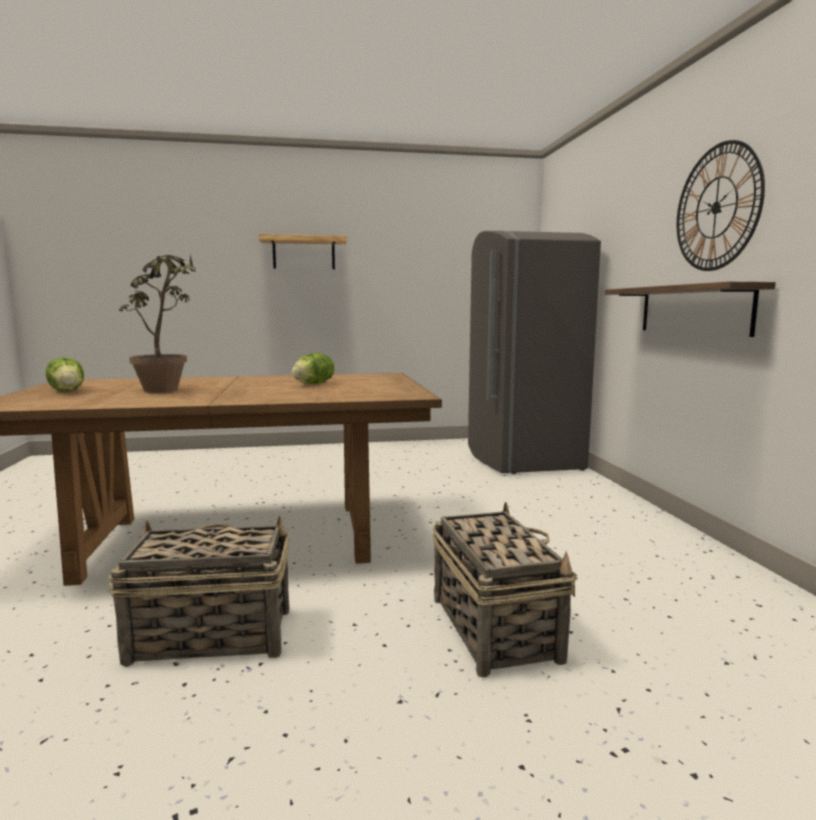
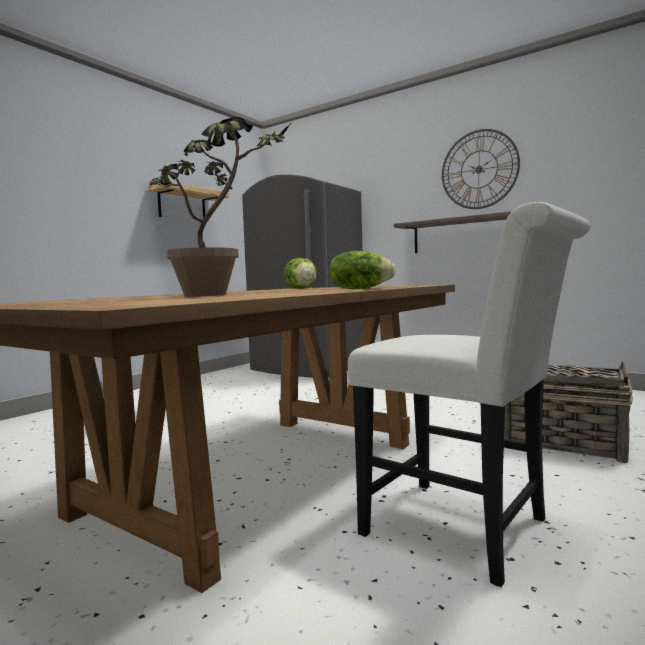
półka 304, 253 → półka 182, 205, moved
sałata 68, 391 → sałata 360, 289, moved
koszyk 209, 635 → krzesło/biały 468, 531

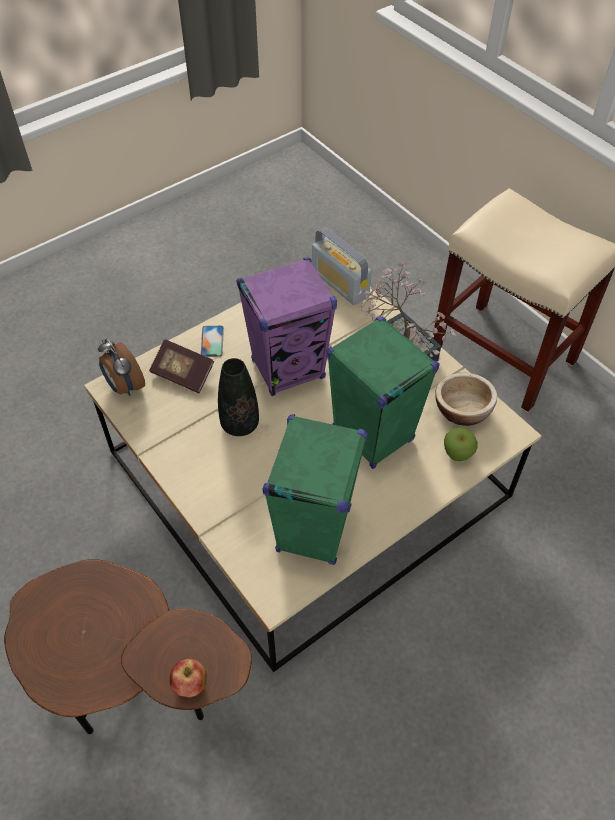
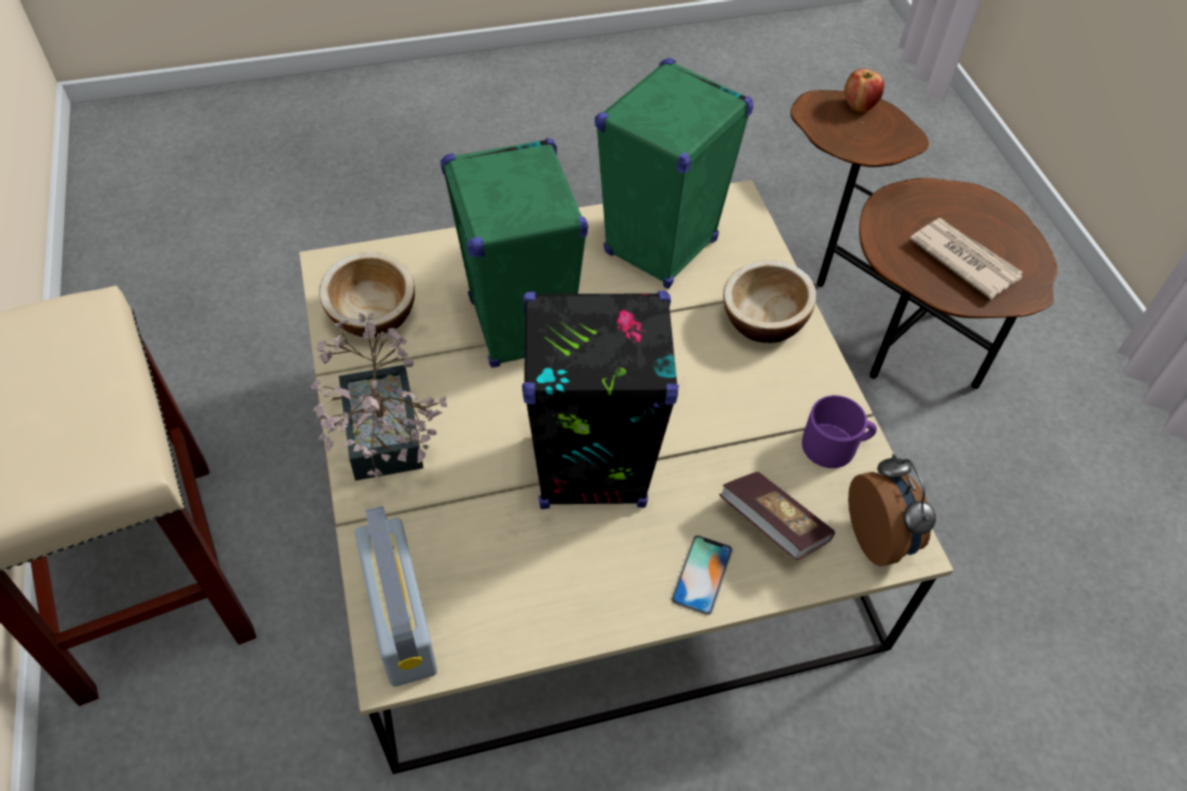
głośnik/fioletowy 288, 369 → głośnik/czarny 590, 469
wazon/czarny 240, 424 → -
jabłko 457, 454 → -
- → gazeta 964, 259
- → miska 764, 320
- → kubek/fioletowy 835, 445

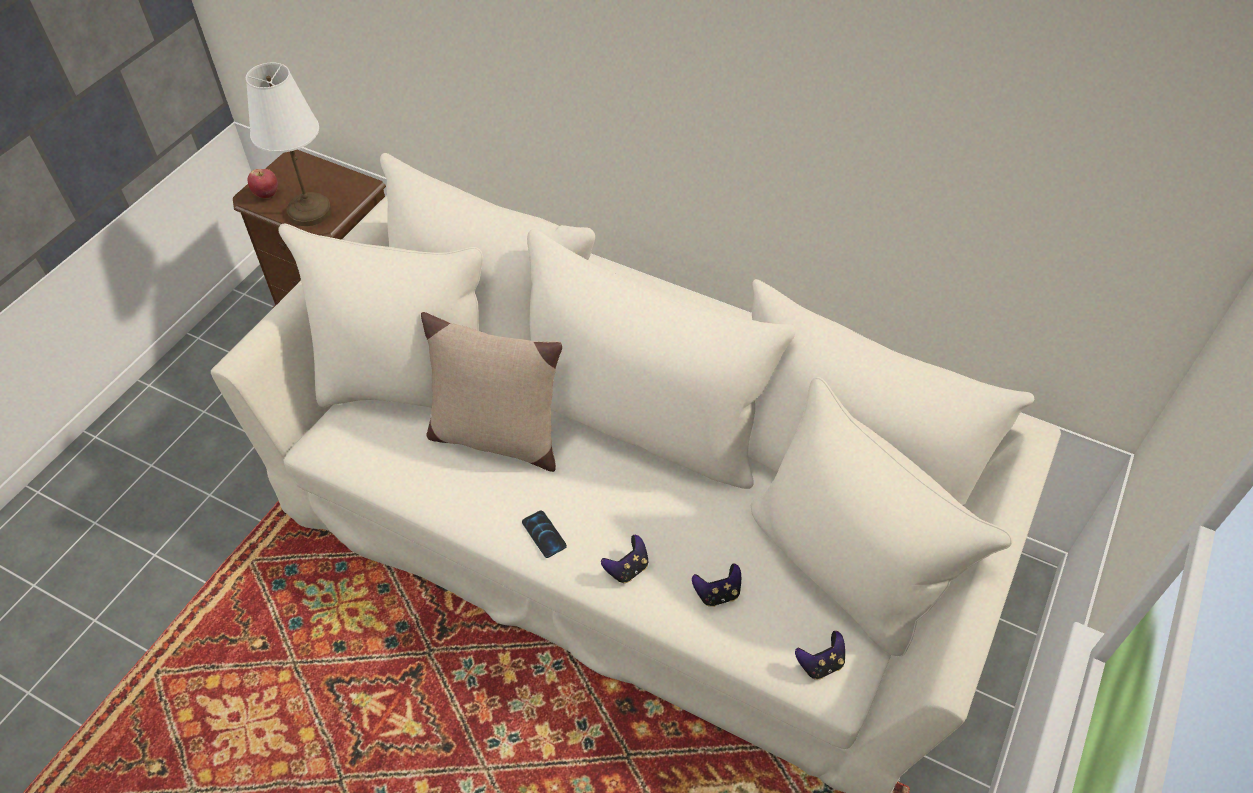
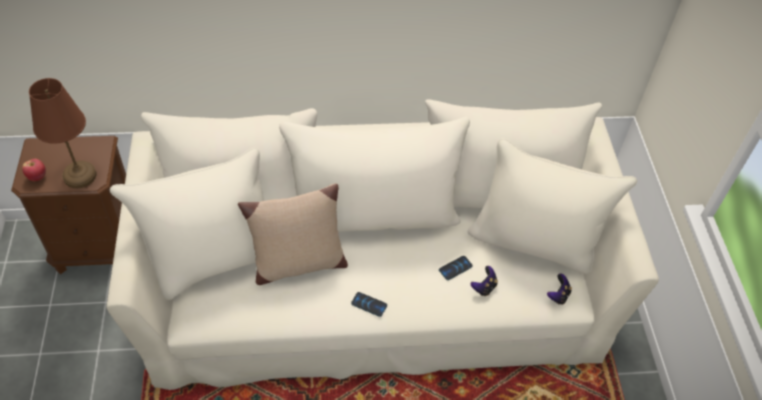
lampa stołowa/biały 310, 212 → lampa stołowa/brązowy 80, 176
pad do gier 627, 568 → -
- → telefon 455, 268

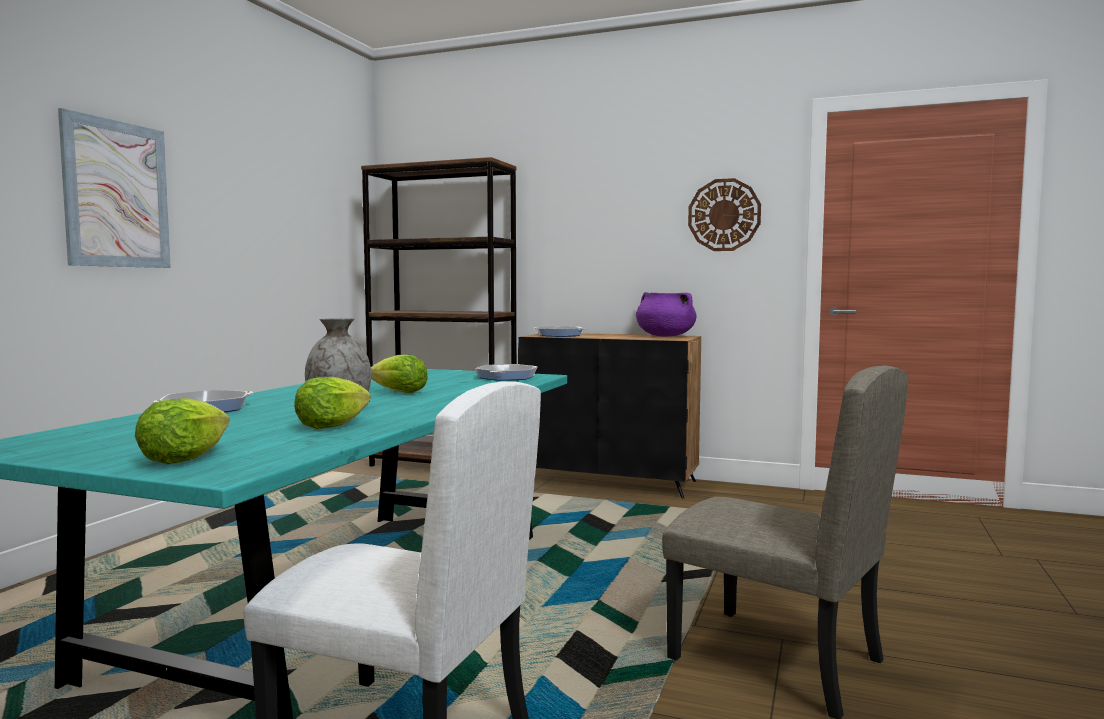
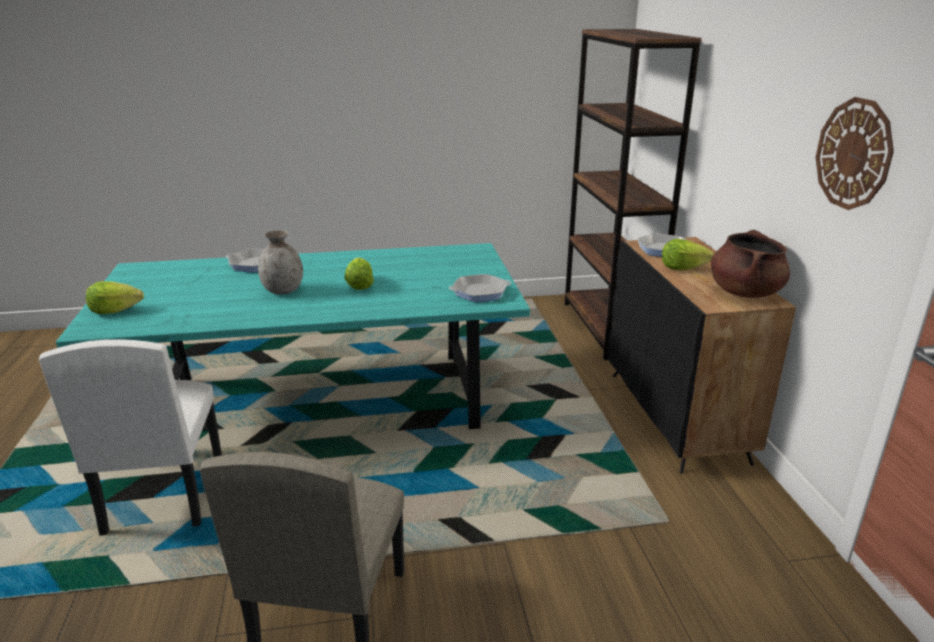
obraz 117, 194 → -
garnek/fioletowy 665, 336 → garnek/brązowy 744, 292
sałata 331, 426 → sałata 682, 268, moved

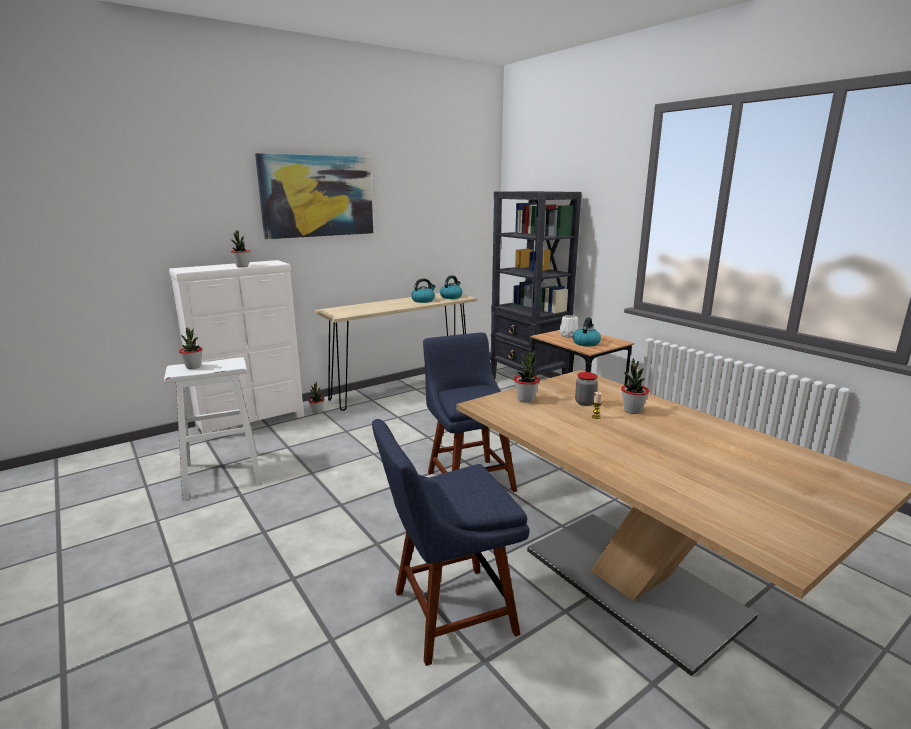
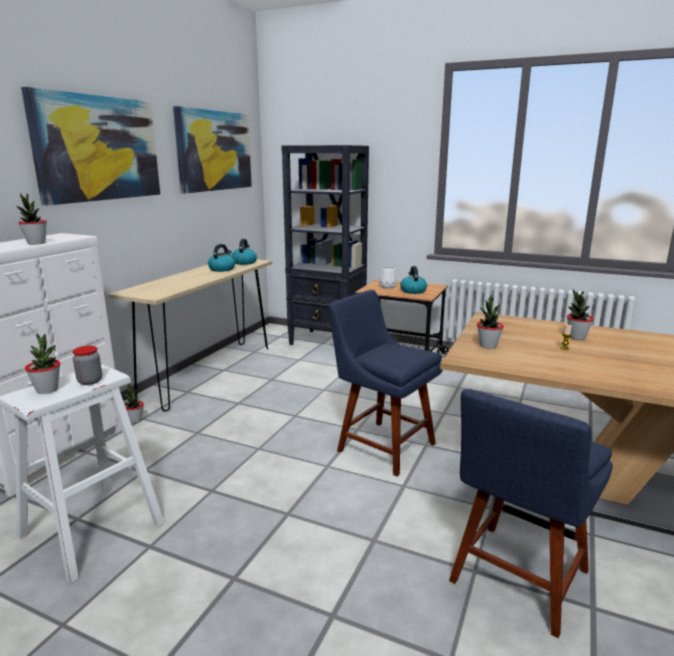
słoik 585, 403 → słoik 90, 381, moved
- → obraz 214, 151

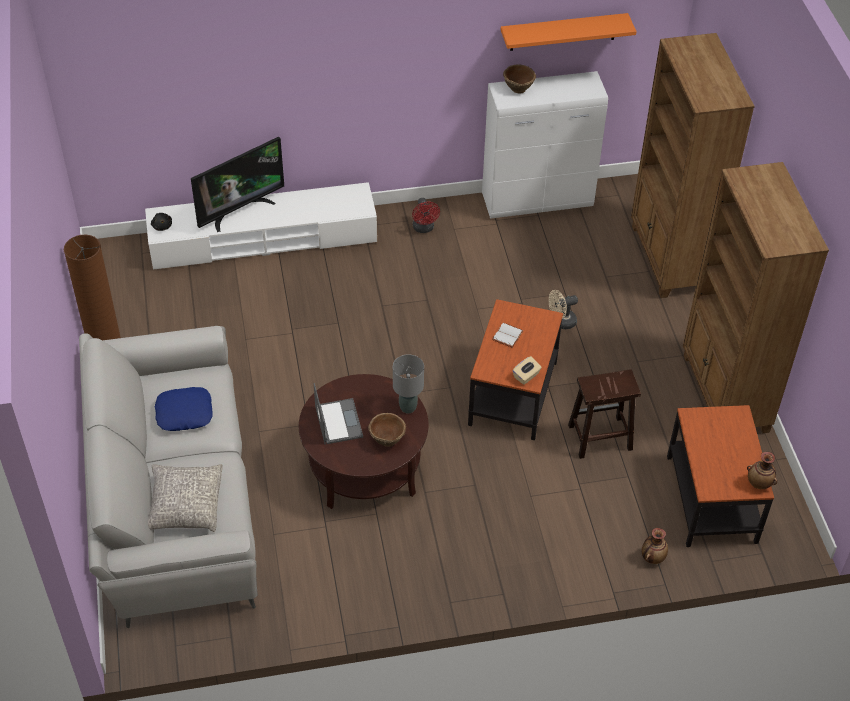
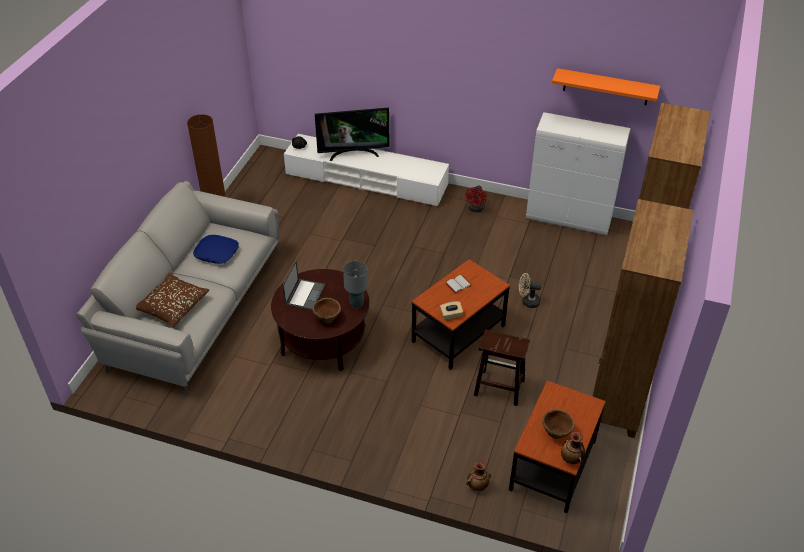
miska/brązowy 518, 88 → miska/brązowy 556, 432, moved
poduszka/szary 184, 504 → poduszka/brązowy 172, 305

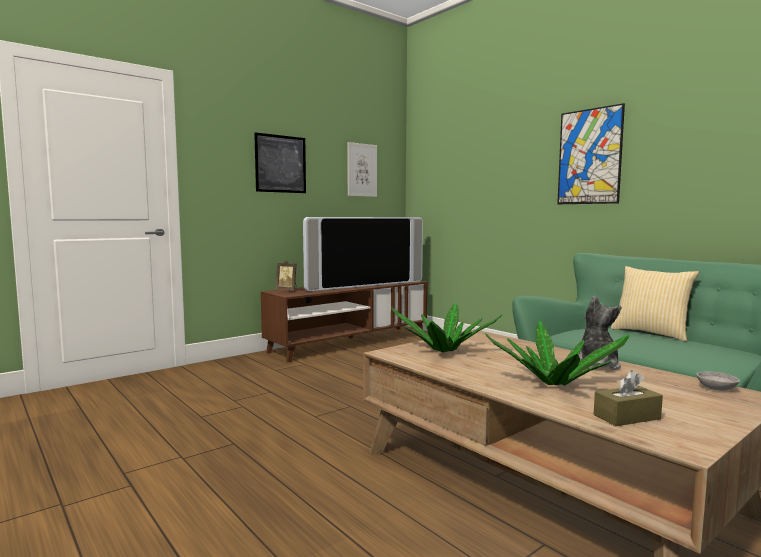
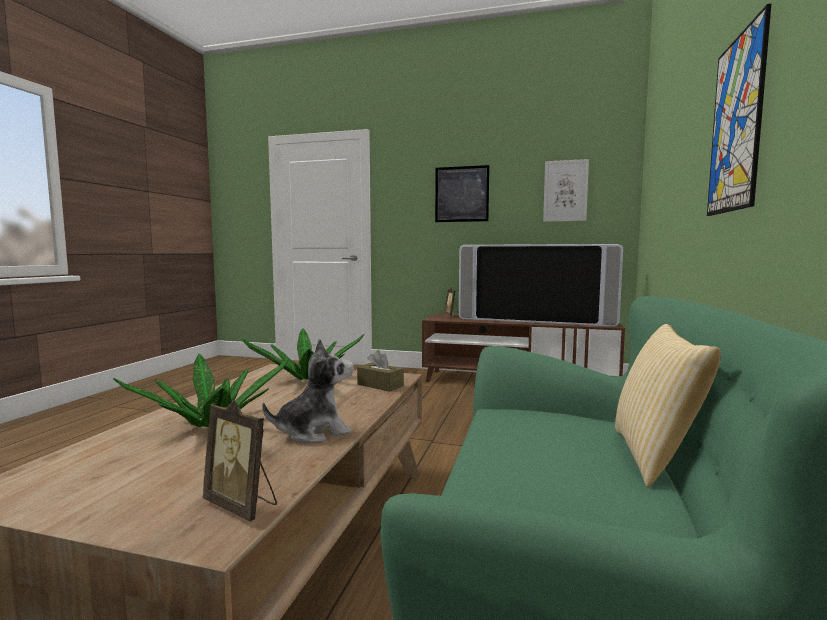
pudełko chusteczek/brązowy 626, 417 → pudełko chusteczek/brązowy 380, 385, moved
miska/szary 716, 389 → ramka na zdjęcie 242, 505

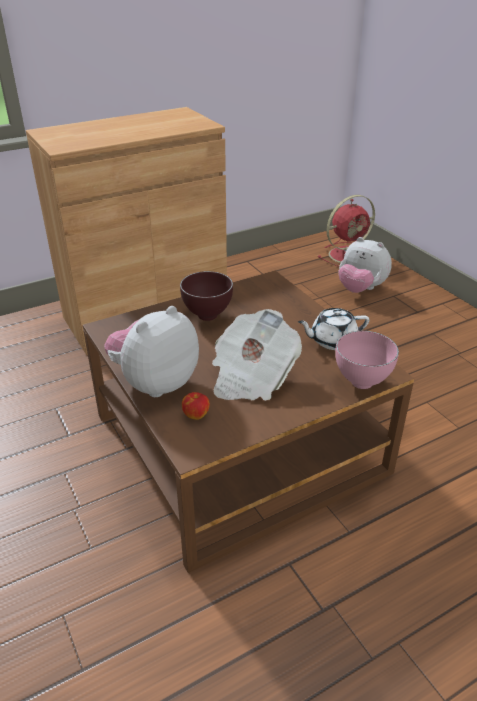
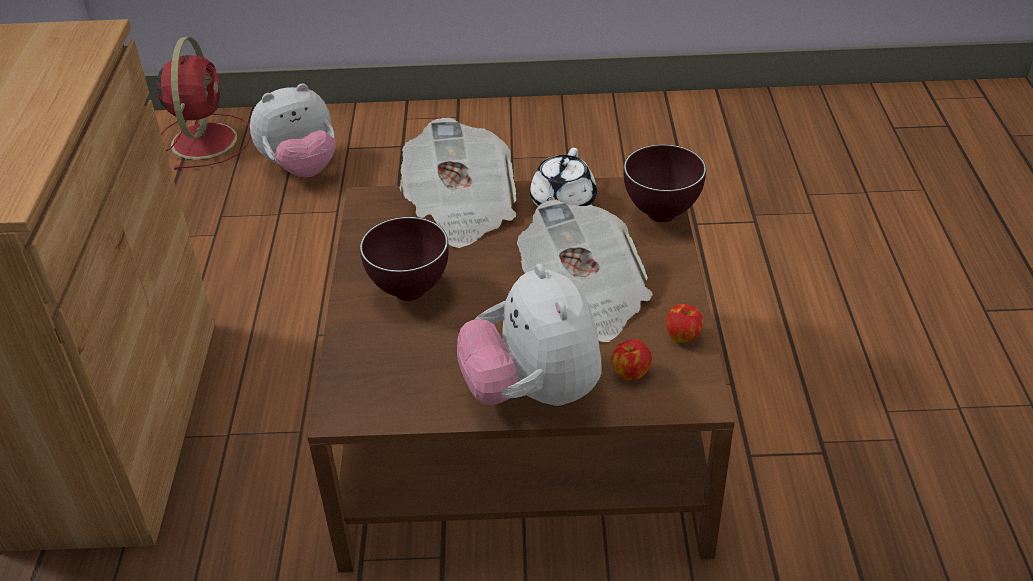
miska/różowy 362, 382 → miska/brązowy 660, 213
- → gazeta 461, 209
- → jabłko 683, 336

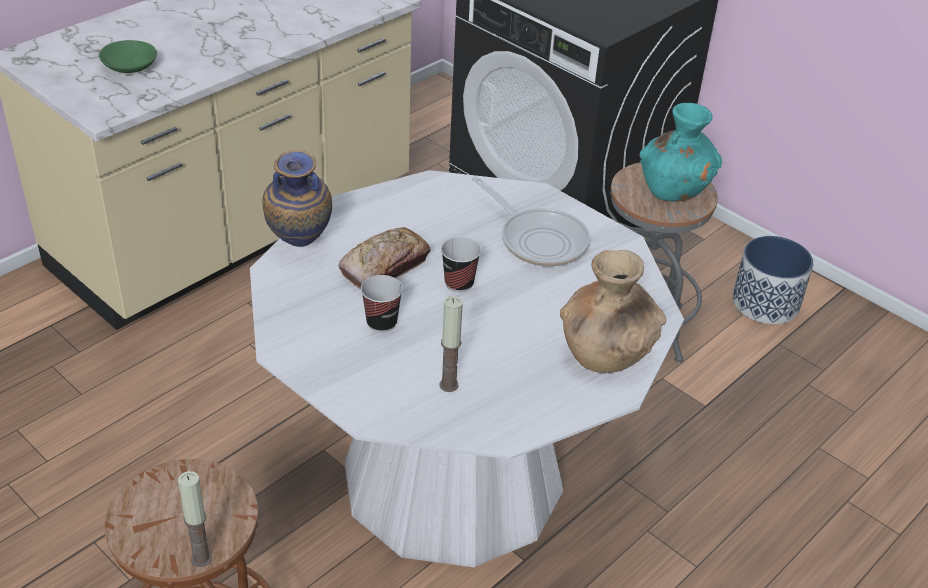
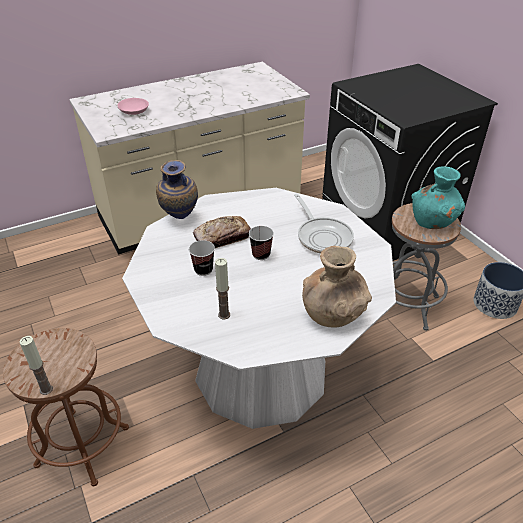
miska/zielony 130, 66 → miska/różowy 134, 112

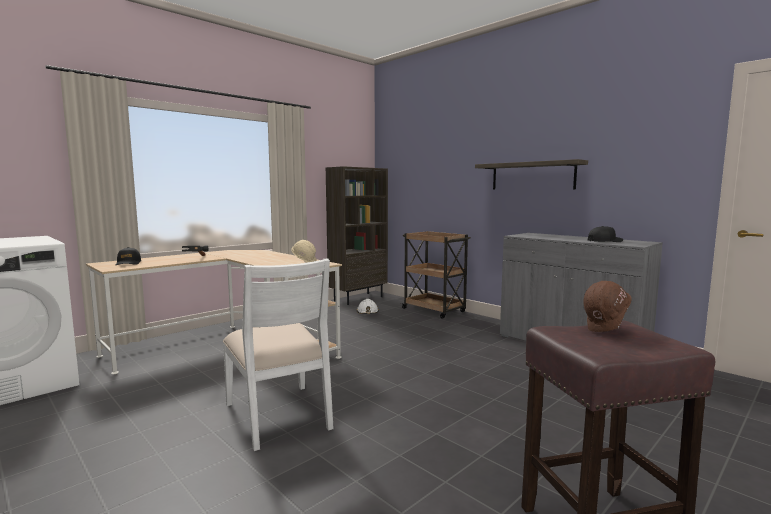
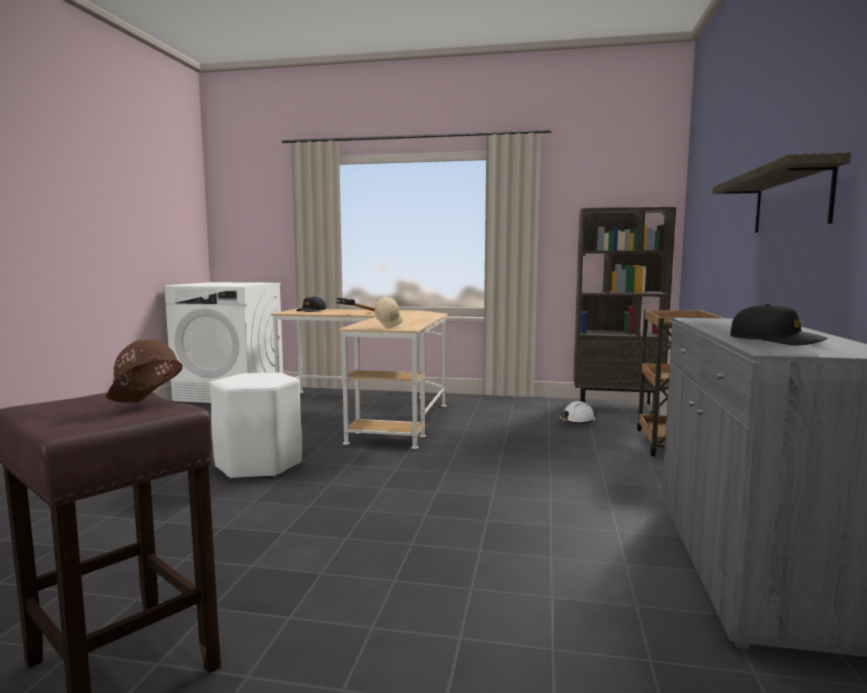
krzesło/biały 279, 415 → stołek/biały 258, 465

